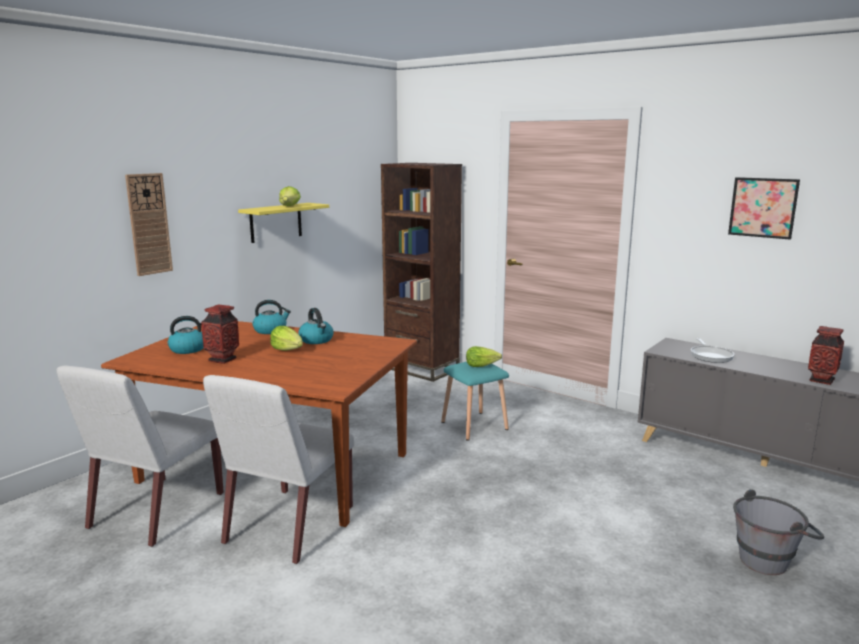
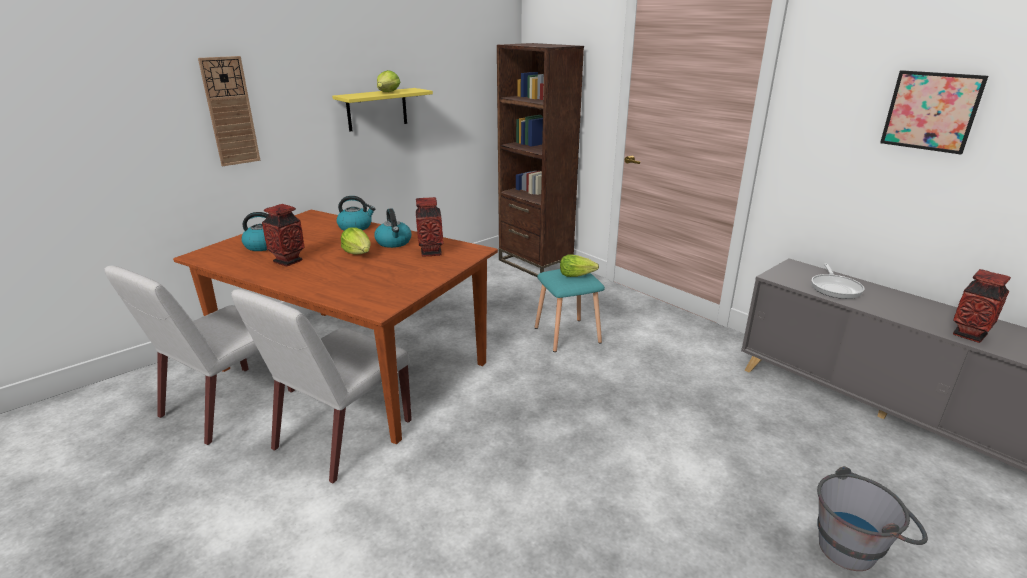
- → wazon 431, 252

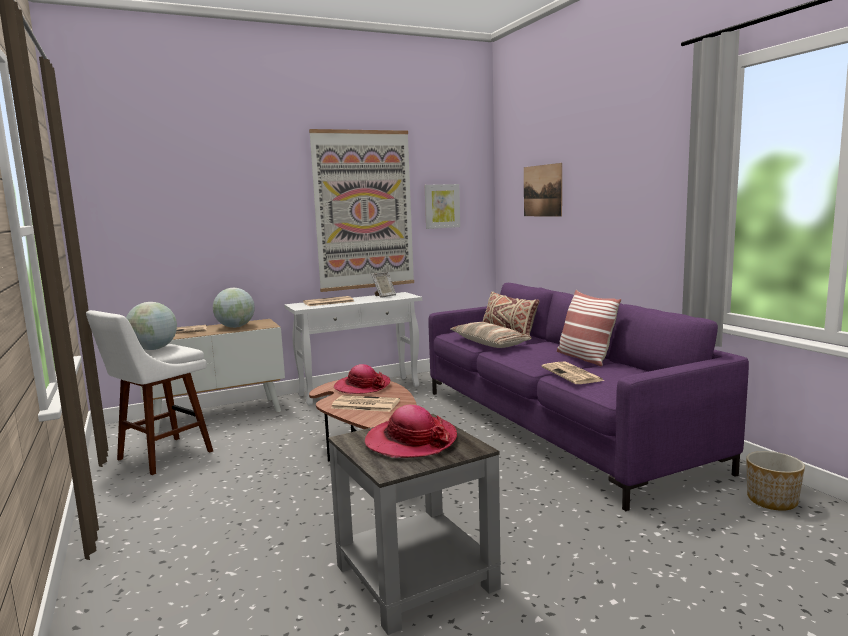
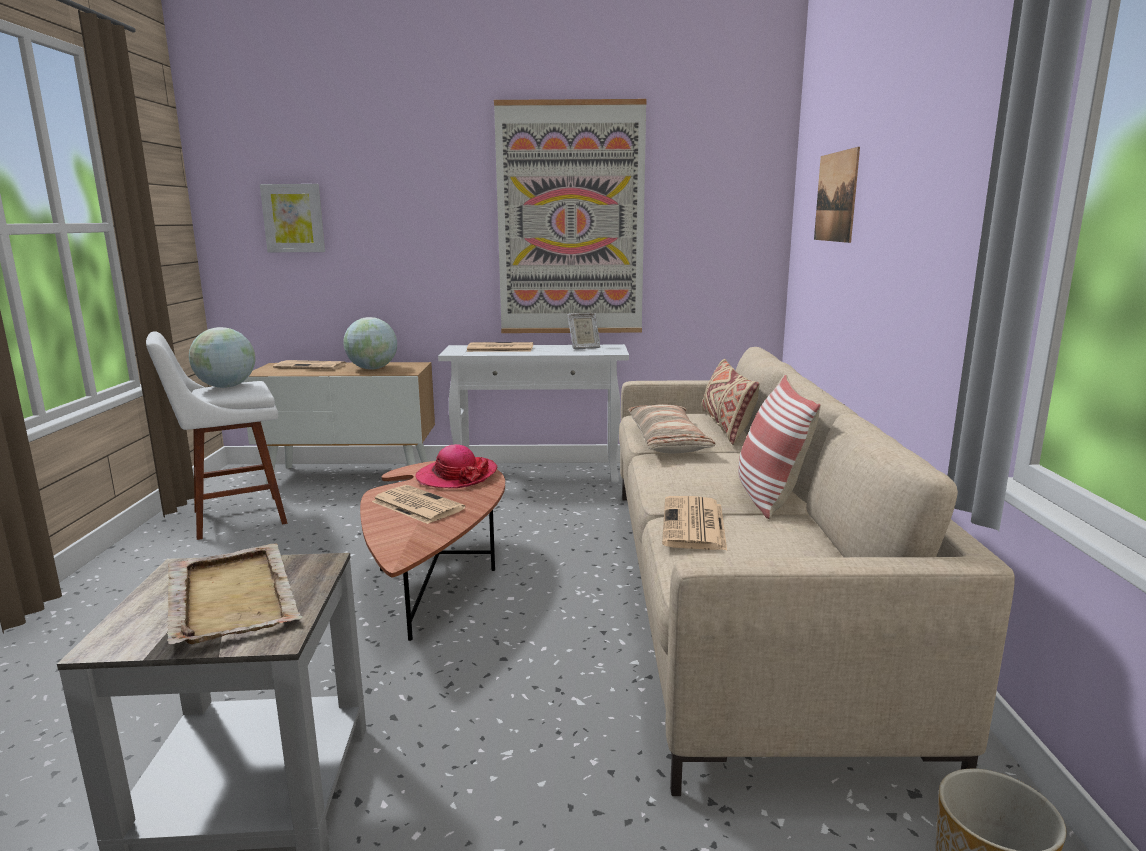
obraz 442, 206 → obraz 293, 218, moved
kanapa/fioletowy 555, 427 → kanapa/beżowy 734, 595
kapelusz 411, 441 → taca/beżowy 232, 596

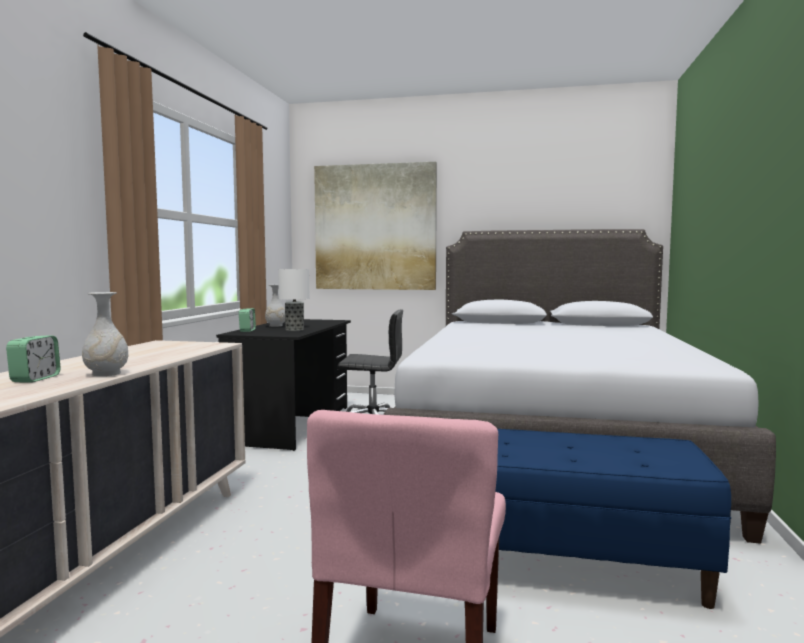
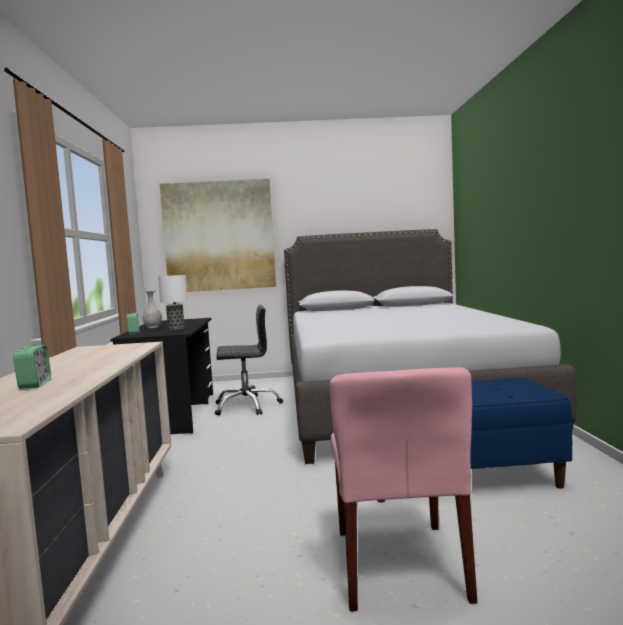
wazon/biały 107, 374 → -

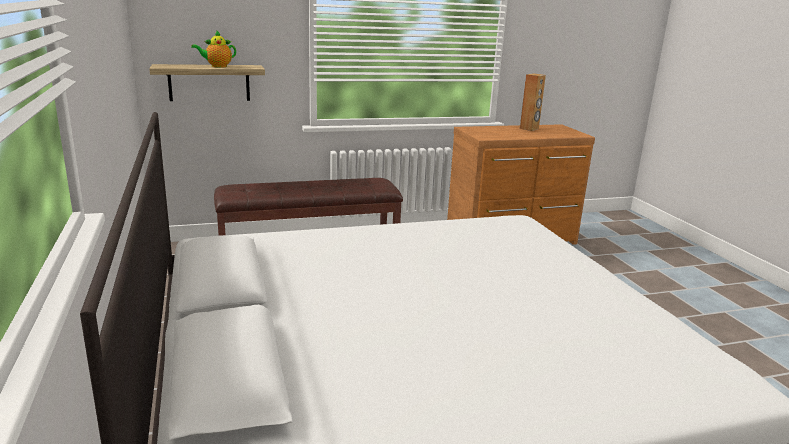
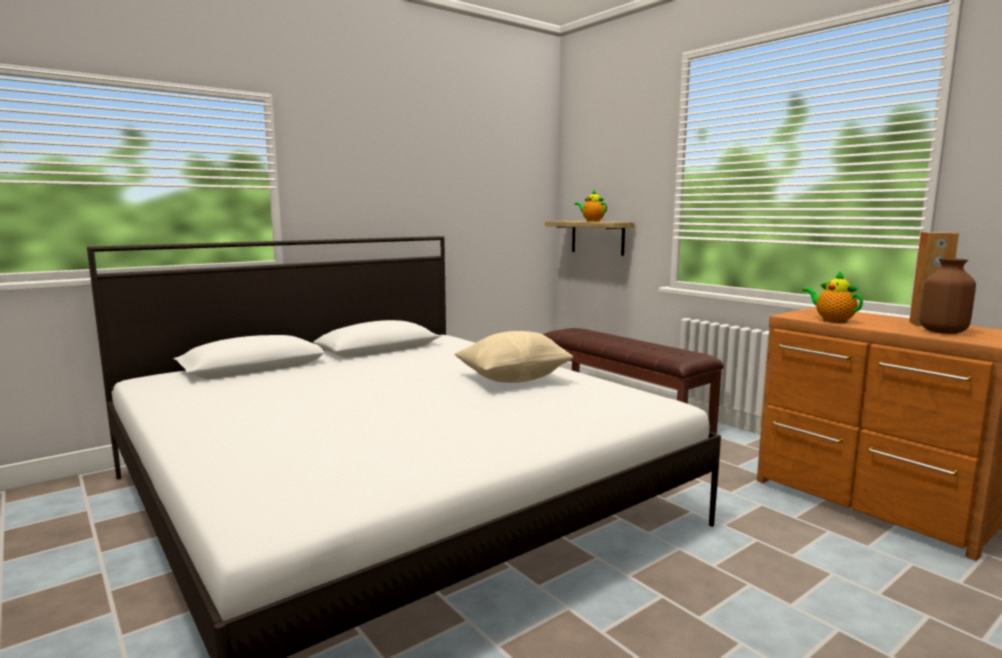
- → wazon/brązowy 942, 331
- → imbryk 832, 320
- → poduszka/beżowy 513, 379

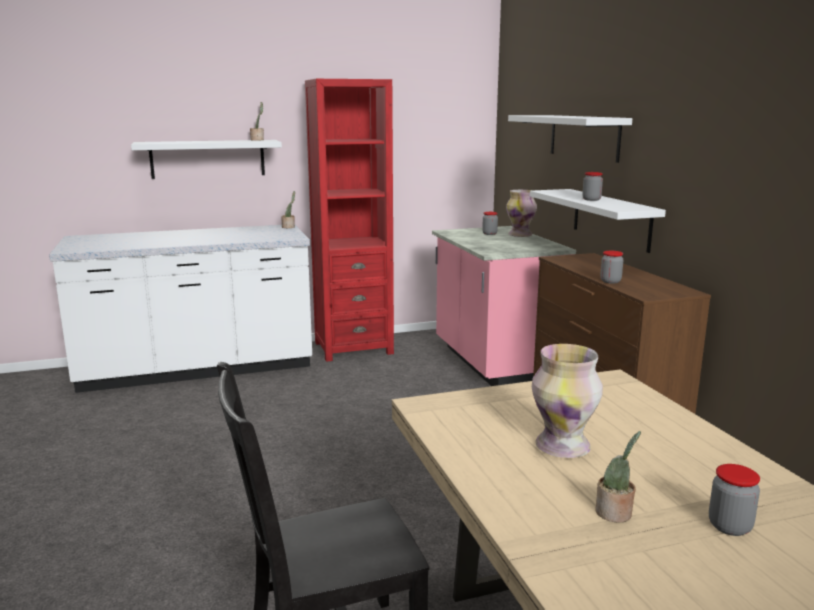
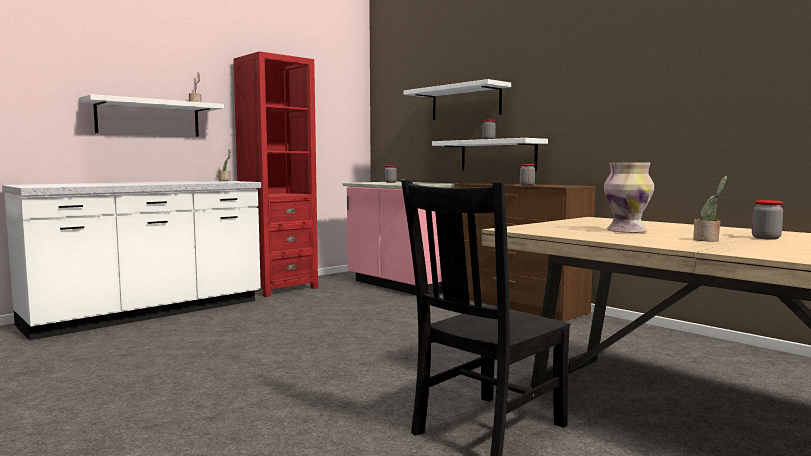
wazon 520, 235 → -

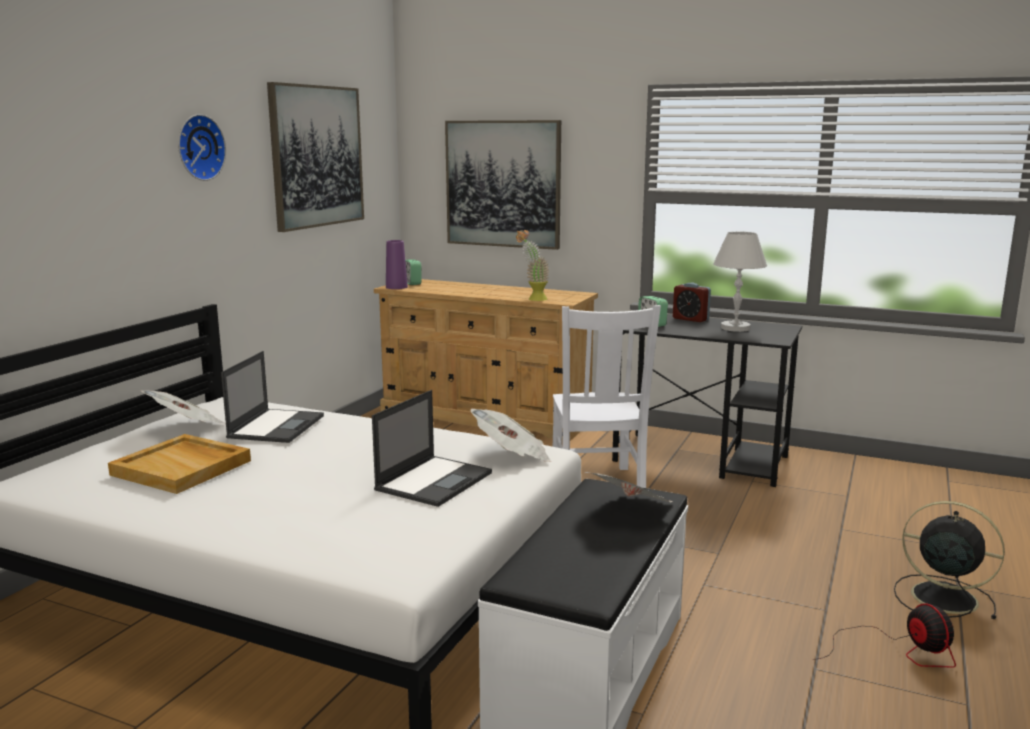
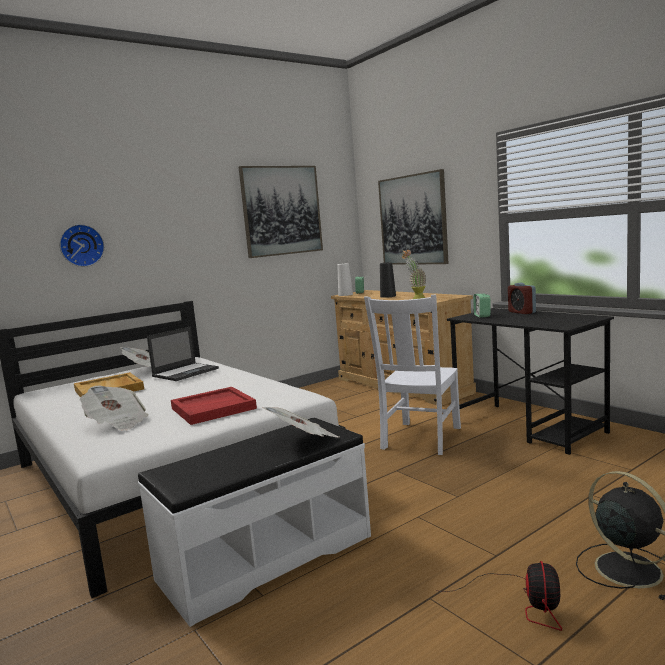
zegar ścienny 198, 147 → zegar ścienny 81, 245, moved
lampa stołowa/biały 735, 328 → -
wazon/fioletowy 396, 287 → wazon/biały 345, 294
laptop 434, 481 → taca/czerwony 213, 408
gazeta 512, 455 → gazeta 117, 423, moved
- → wazon/czarny 388, 296

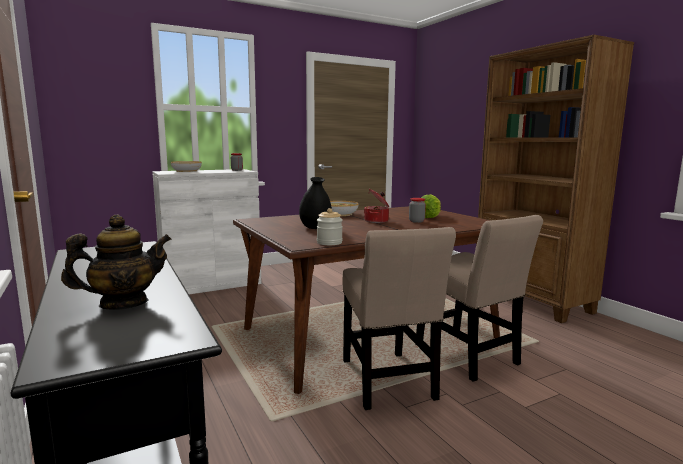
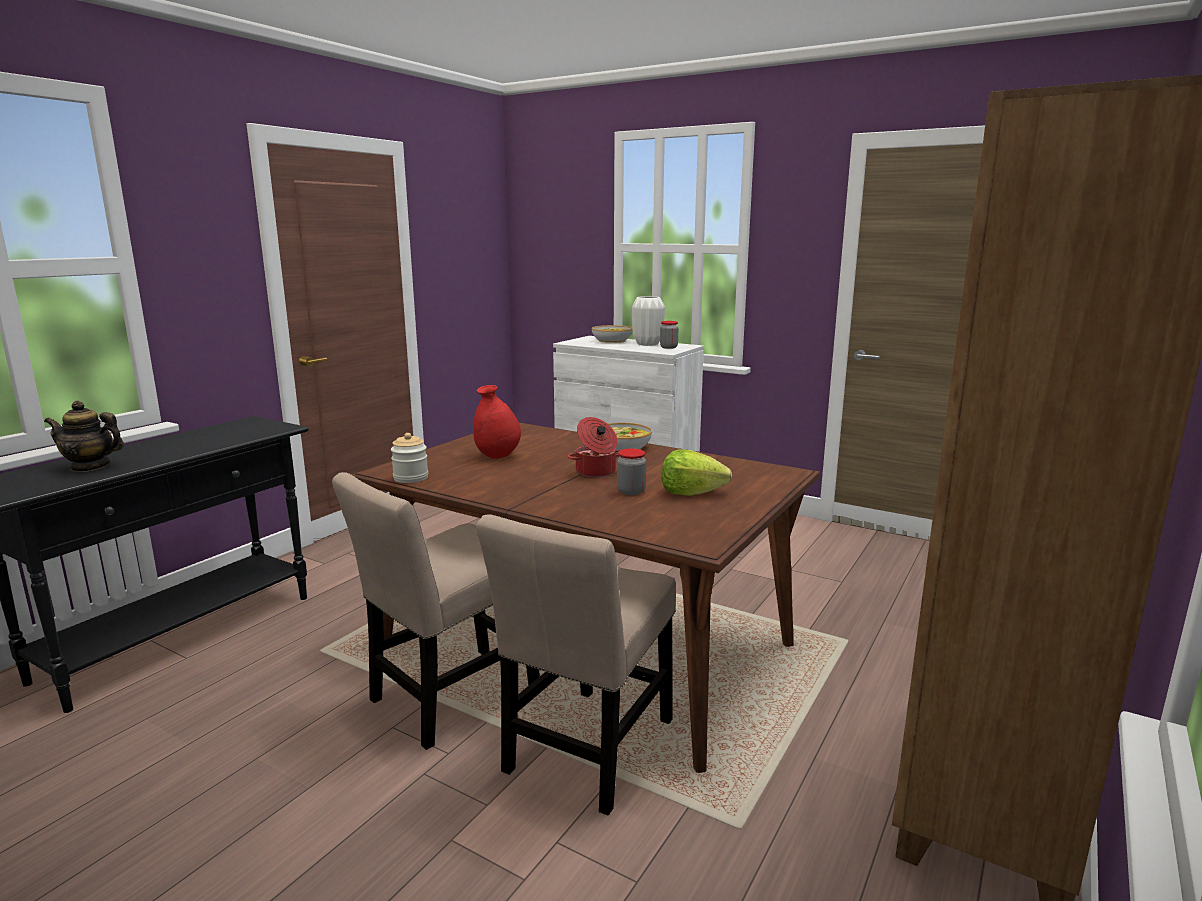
wazon/czarny 315, 228 → wazon/czerwony 497, 456
imbryk 123, 303 → imbryk 90, 467, 150 degrees clockwise
- → wazon/biały 647, 344

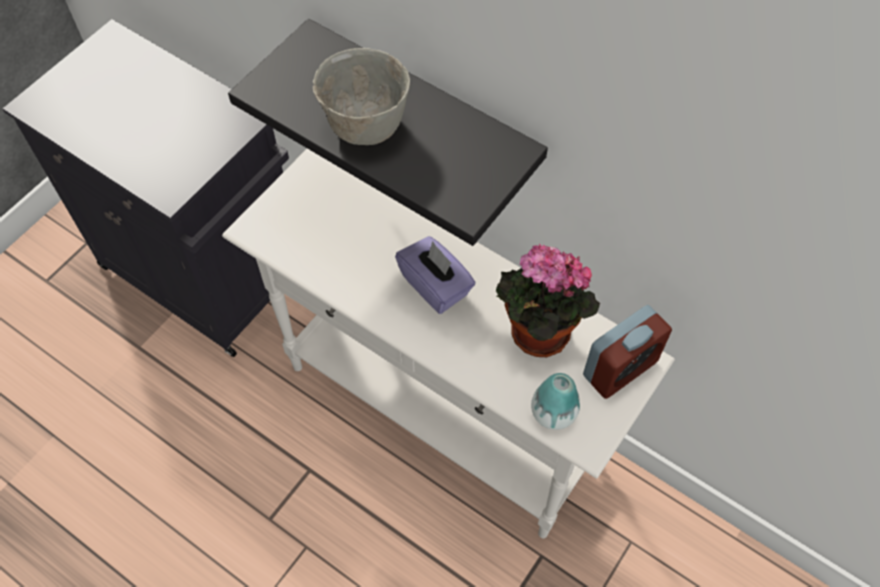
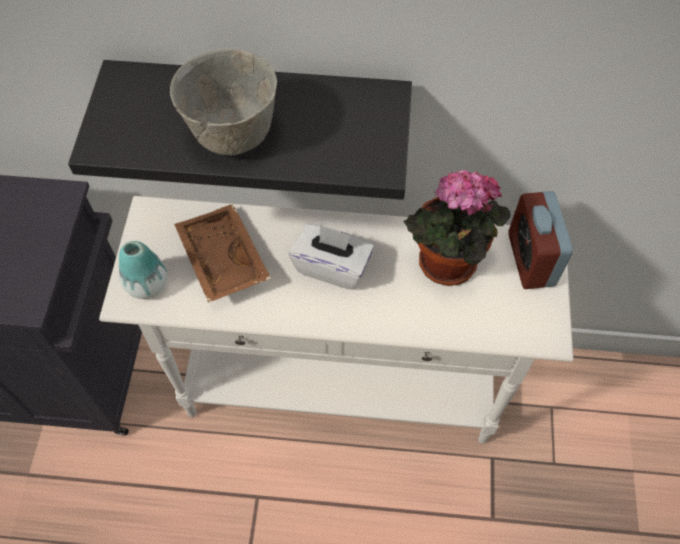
pudełko chusteczek/fioletowy 435, 285 → pudełko chusteczek/biały 332, 267
budzik 620, 368 → budzik 530, 259, 150 degrees clockwise
wazon 553, 412 → wazon 147, 284, moved
- → taca/brązowy 221, 260

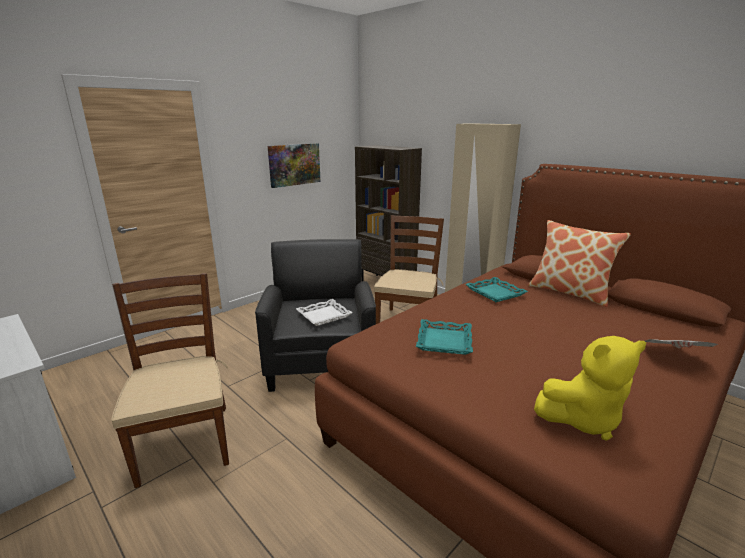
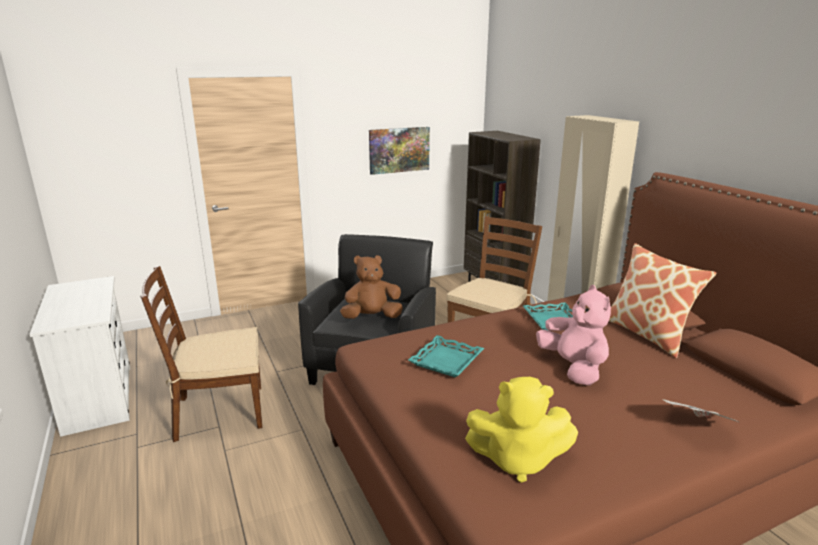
krzesło/brązowy 185, 442 → krzesło/brązowy 219, 412, 105 degrees counterclockwise
taca/biały 324, 315 → pluszak/brązowy 372, 317
- → pluszak/różowy 573, 368

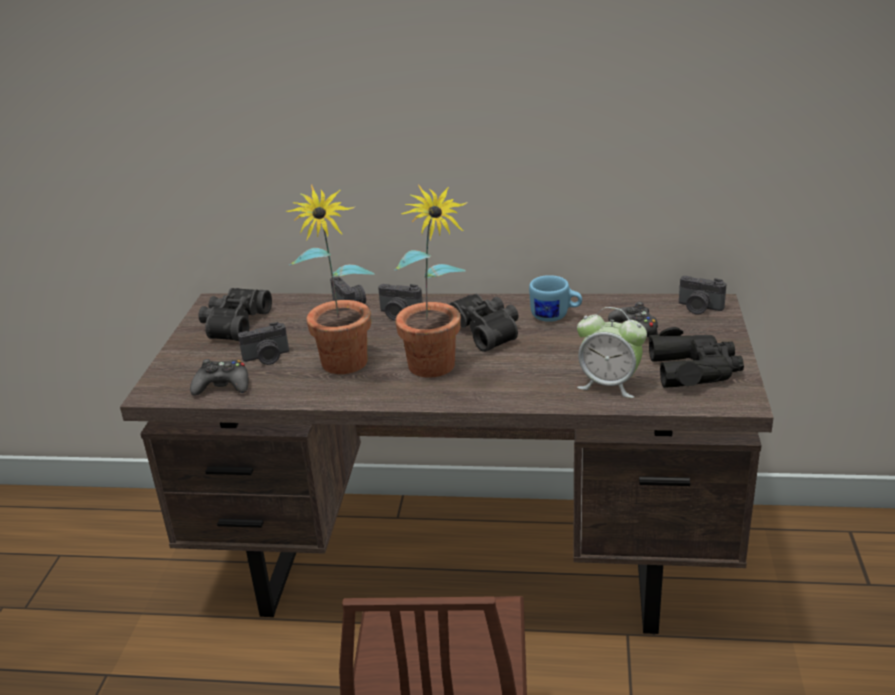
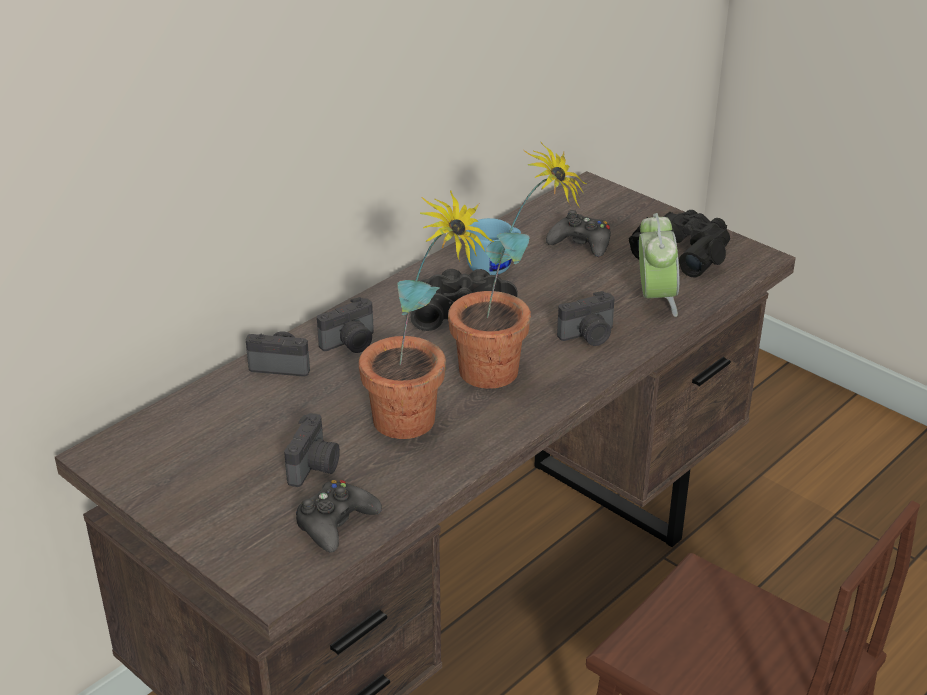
aparat fotograficzny 699, 308 → aparat fotograficzny 588, 336, moved
lornetka/czarny 233, 324 → -
budzik 609, 384 → budzik 655, 298, 60 degrees counterclockwise

